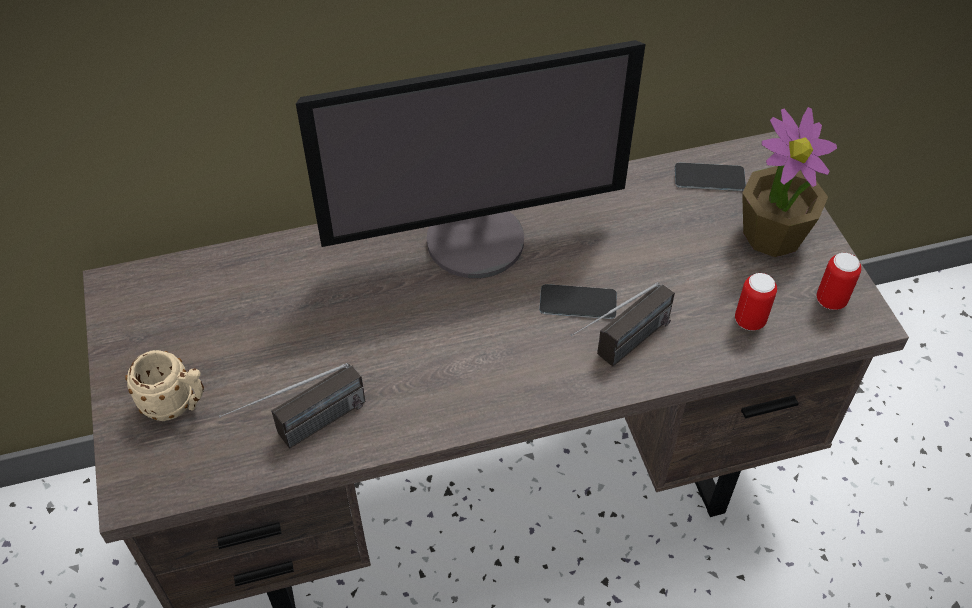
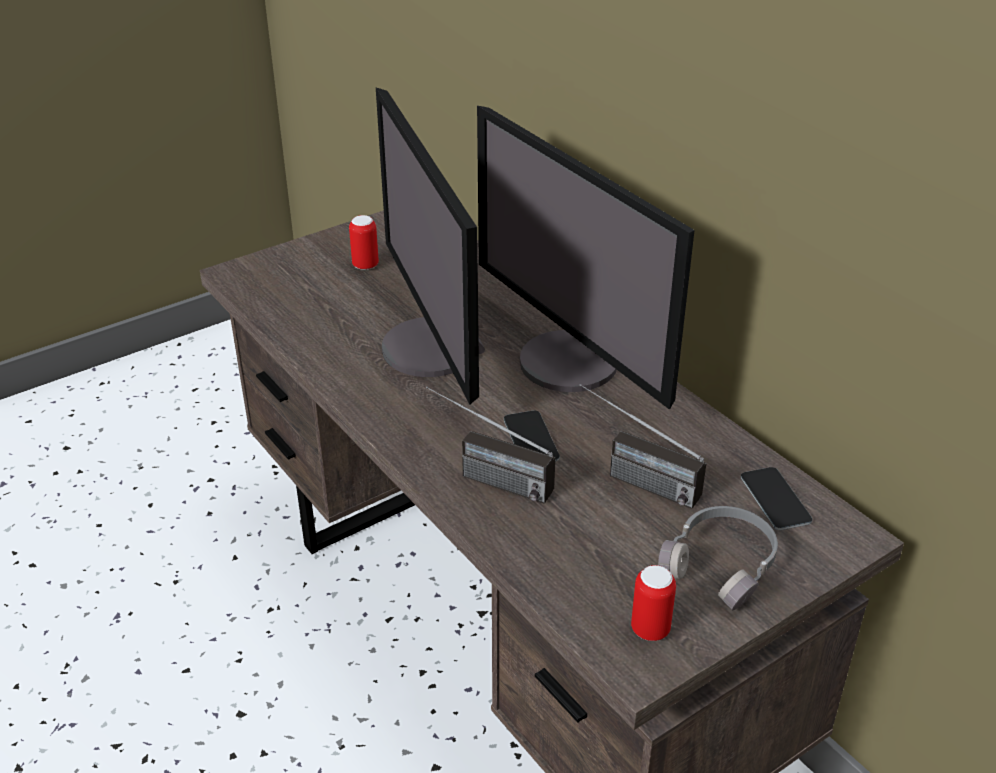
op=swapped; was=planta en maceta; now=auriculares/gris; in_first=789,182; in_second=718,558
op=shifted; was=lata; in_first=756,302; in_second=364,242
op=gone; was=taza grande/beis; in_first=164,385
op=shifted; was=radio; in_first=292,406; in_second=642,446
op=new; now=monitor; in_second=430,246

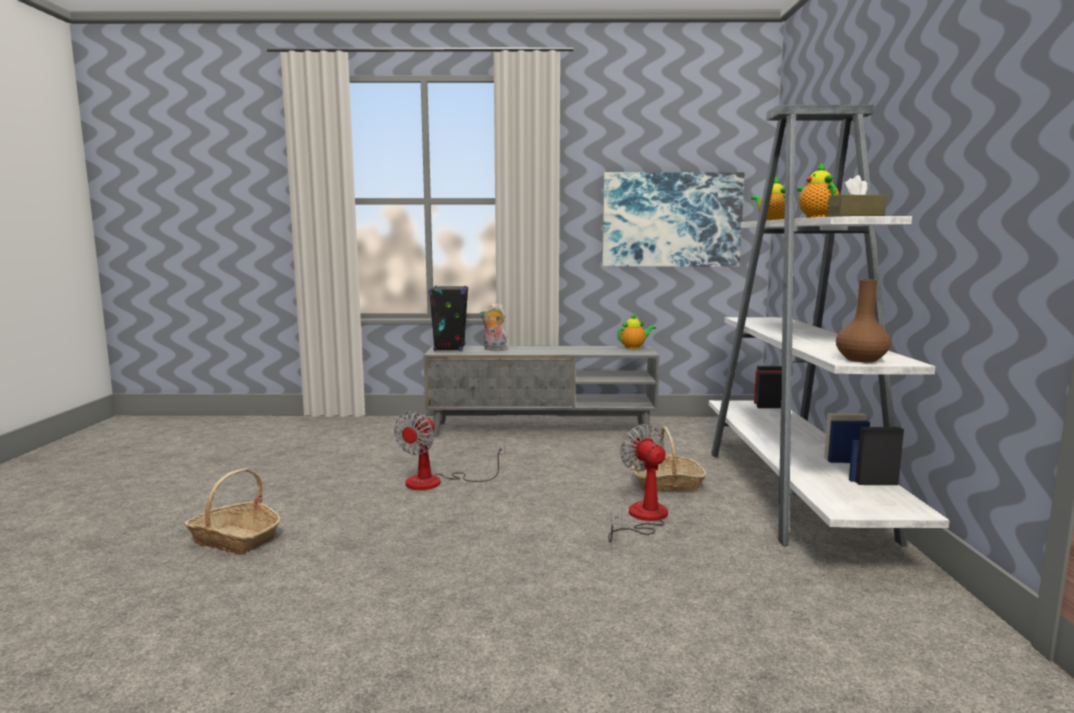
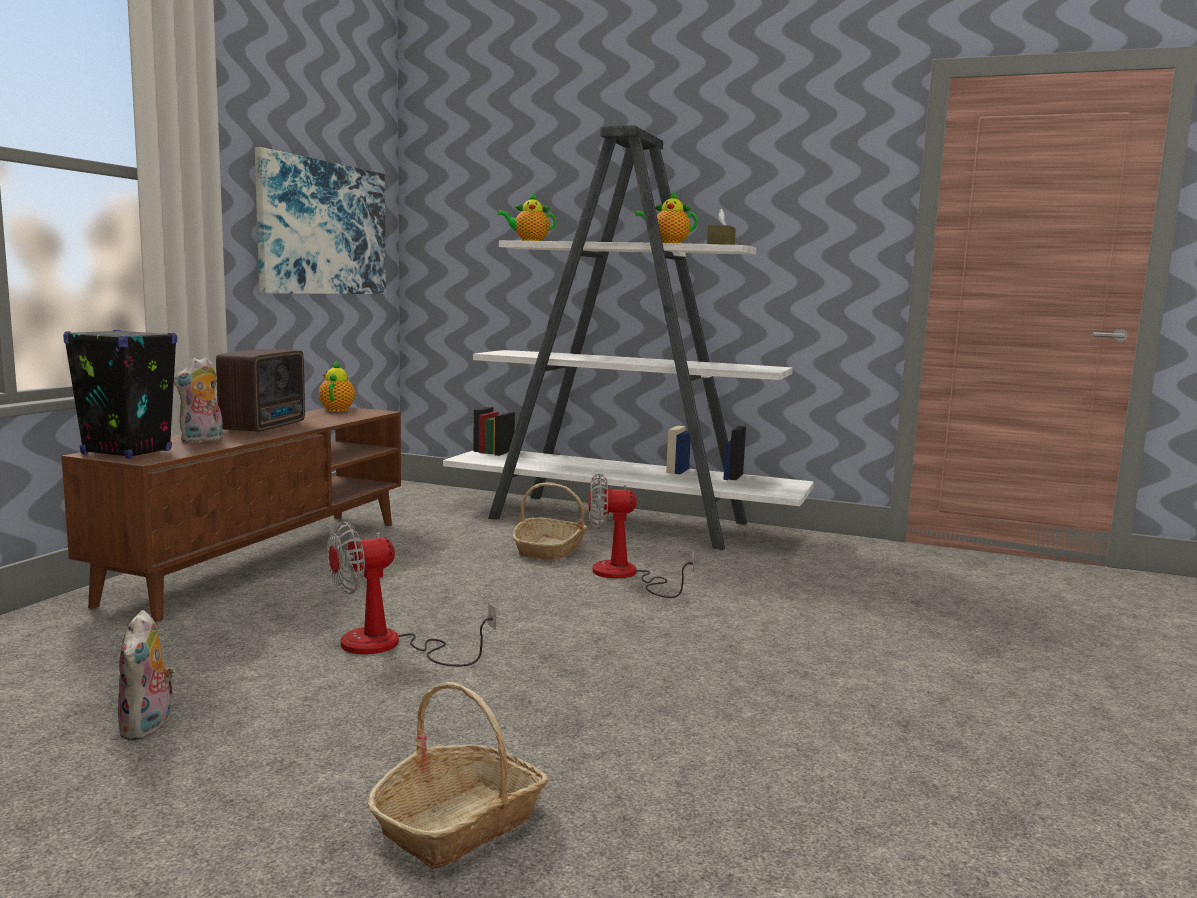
op=gone; was=florero/marrón; in_first=863,320
op=repainted; was=mueble de televisión/gris; now=mueble de televisión/marrón; in_first=542,391; in_second=231,514
op=rotated; was=ventilador; in_first=449,450; in_second=411,594; clockwise=105
op=new; now=radio; in_second=260,391
op=new; now=peluche; in_second=147,675

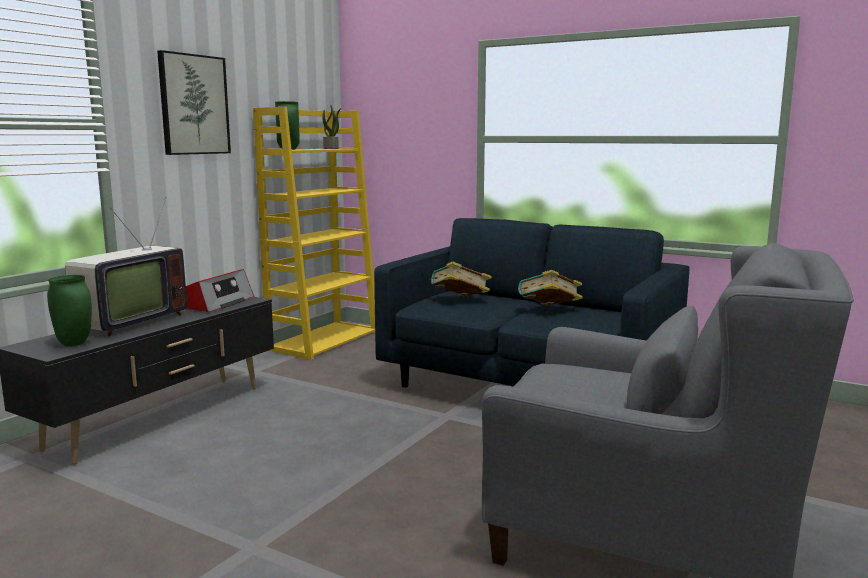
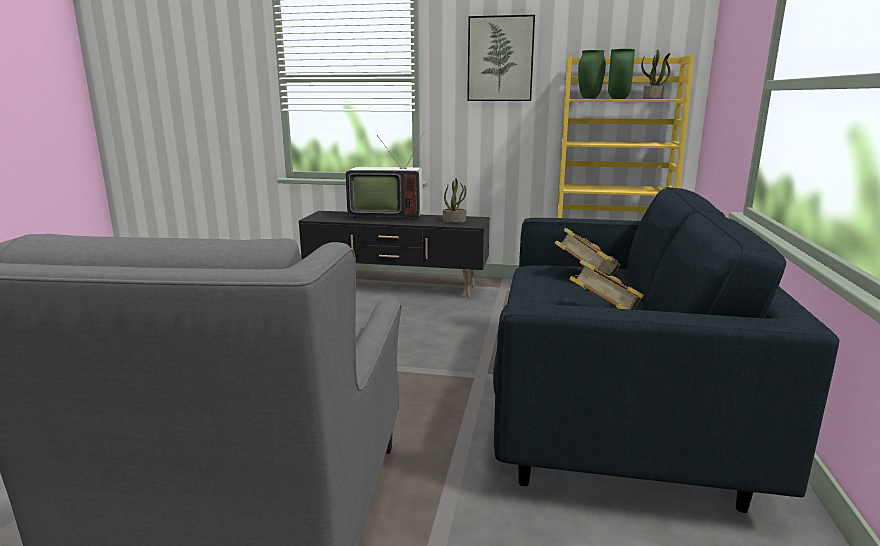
op=swapped; was=radio; now=planta en maceta; in_first=220,290; in_second=454,201
op=shifted; was=florero/verde; in_first=69,311; in_second=621,74

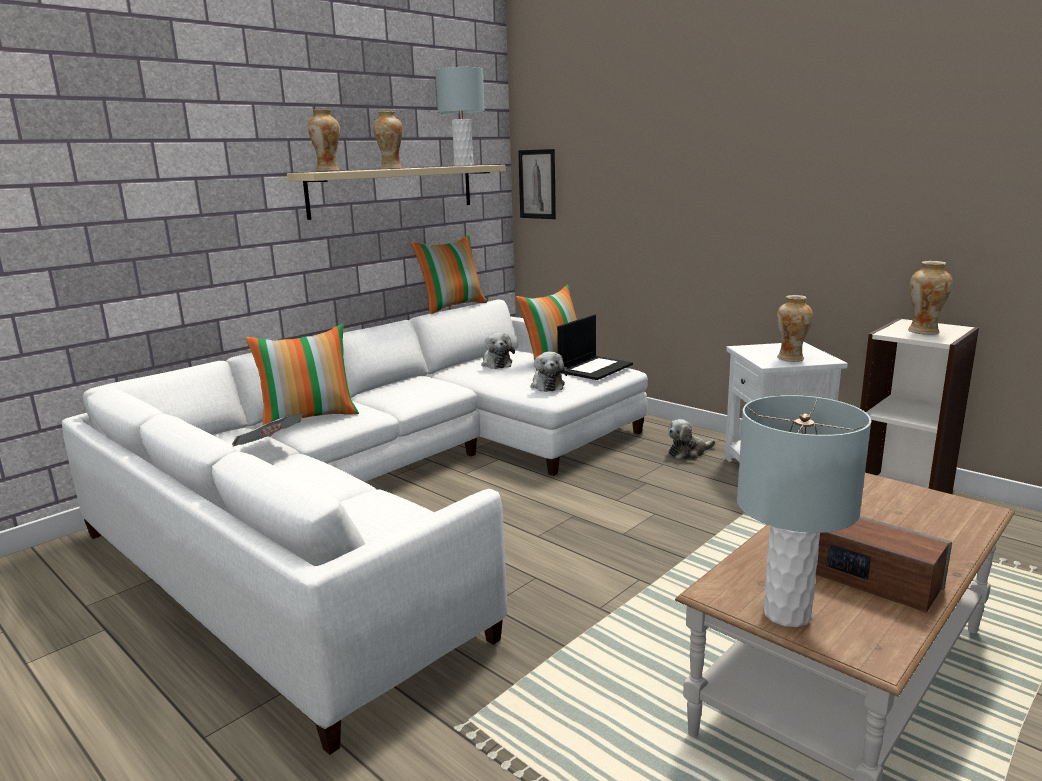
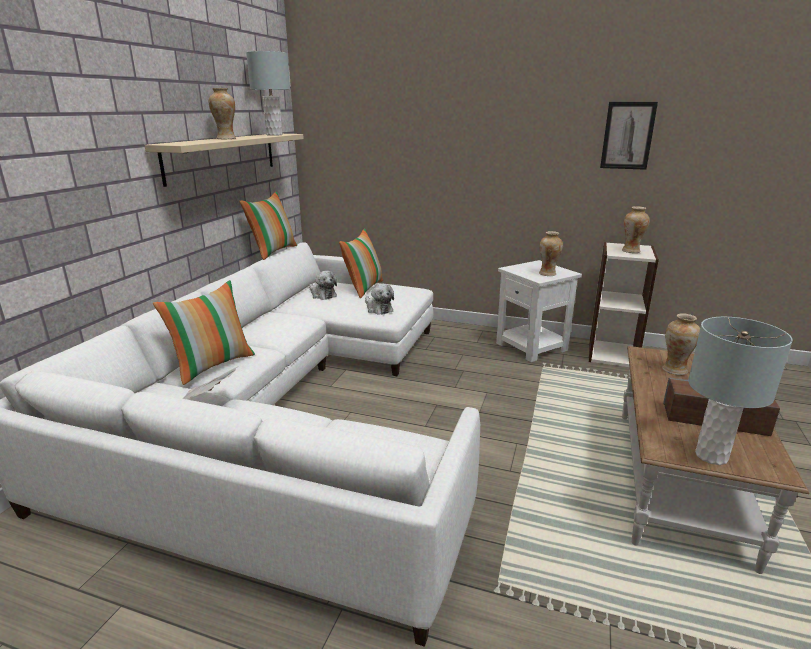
op=shifted; was=florero; in_first=324,140; in_second=681,344
op=shifted; was=cuadro; in_first=537,184; in_second=629,136
op=gone; was=portátil; in_first=595,347
op=gone; was=peluche; in_first=691,439

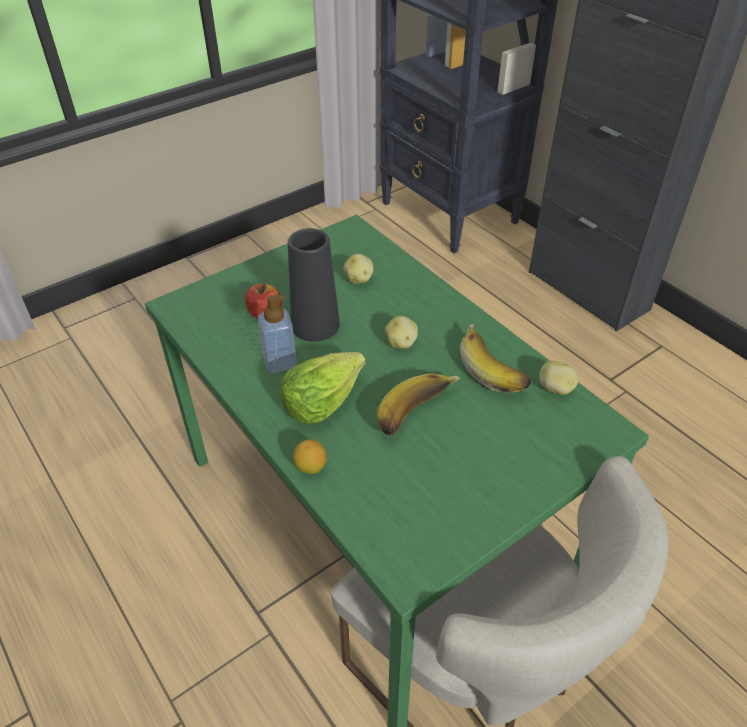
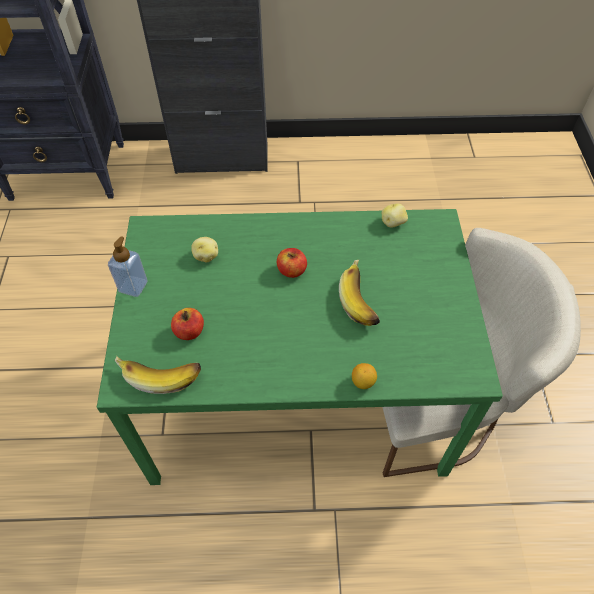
op=gone; was=florero/negro; in_first=314,285
op=shifted; was=dispensador de jabón; in_first=277,334; in_second=127,266
op=swapped; was=patata; now=manzana; in_first=401,332; in_second=292,263
op=shifted; was=plátano; in_first=495,358; in_second=158,375
op=gone; was=lechuga; in_first=323,388

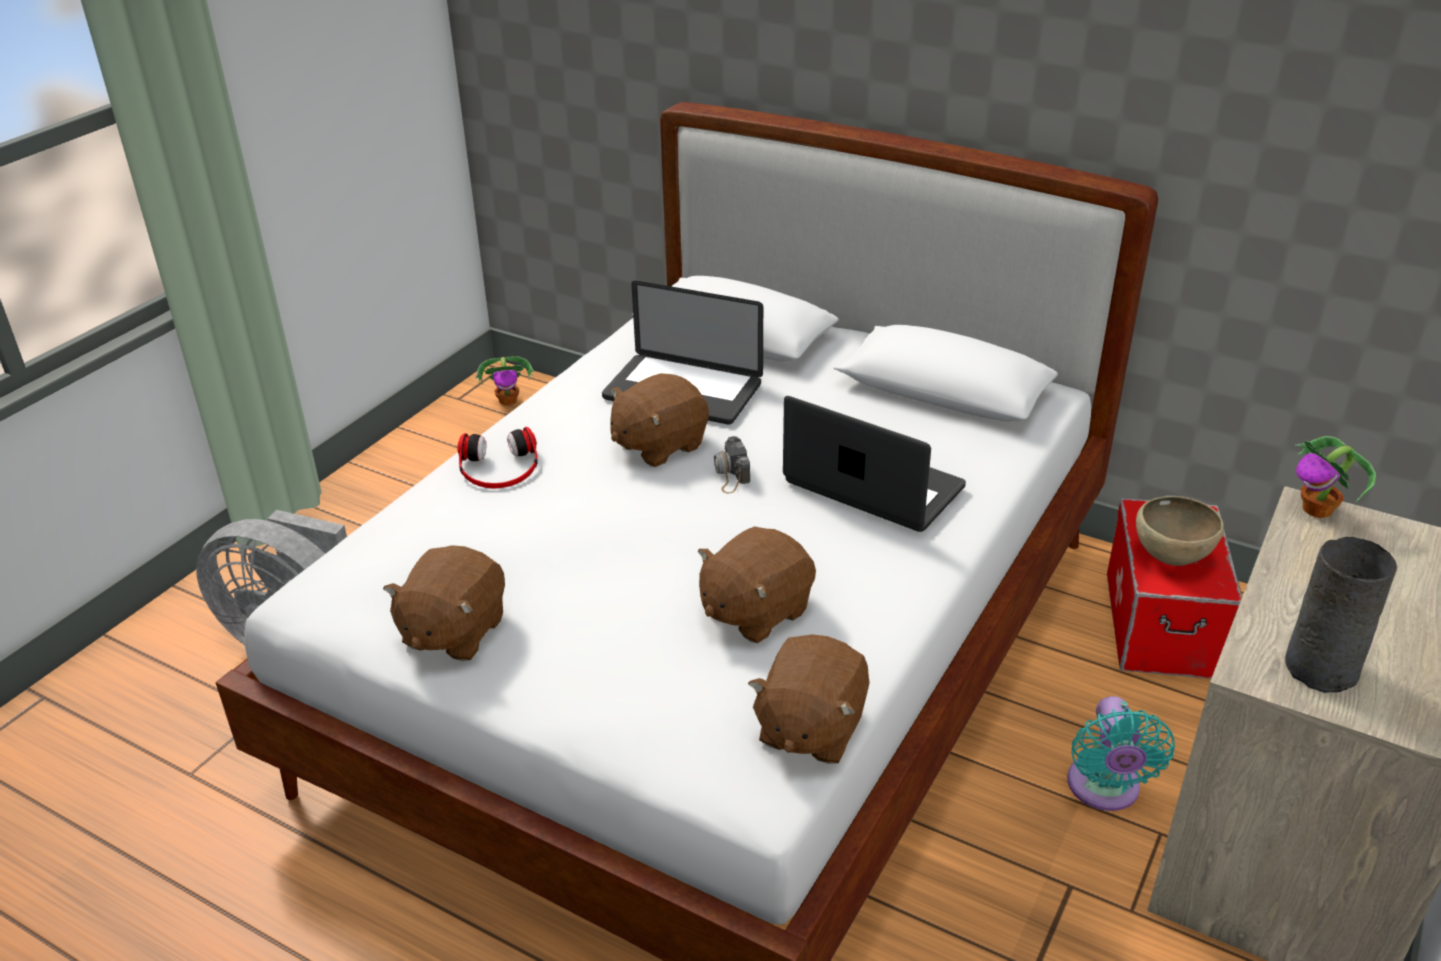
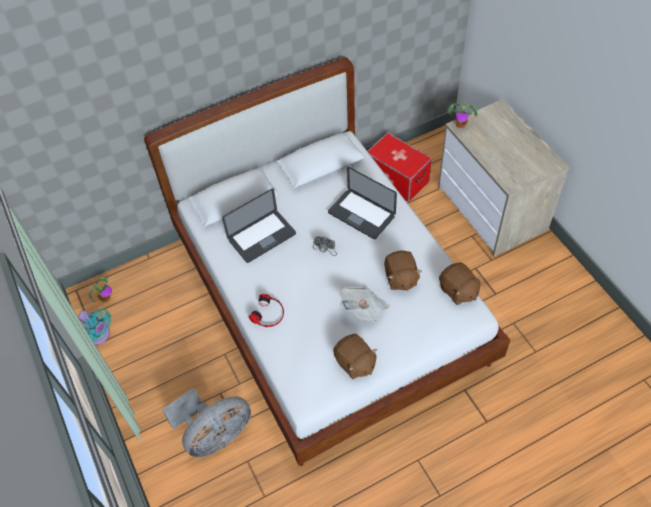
op=gone; was=peluche/marrón; in_first=659,420
op=rotated; was=portátil; in_first=874,464; in_second=362,203; clockwise=-120
op=gone; was=cuenco/marrón; in_first=1180,531
op=gone; was=florero/gris; in_first=1341,615
op=shifted; was=ventilador/turquesa; in_first=1121,753; in_second=95,327
op=new; now=periódico; in_second=364,304

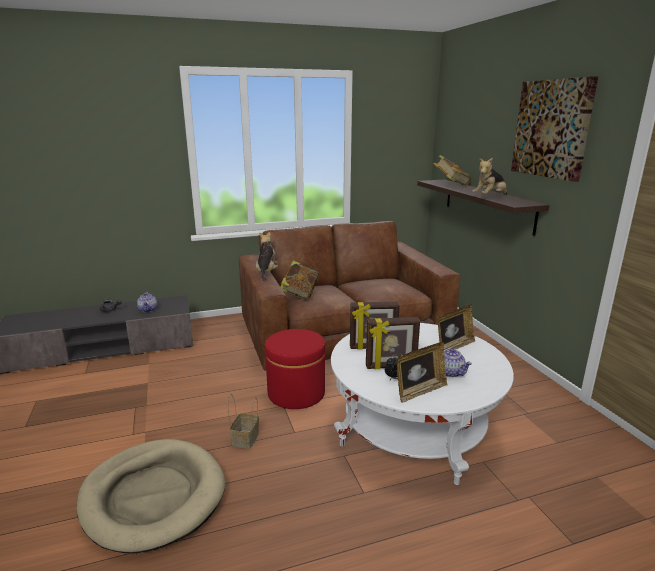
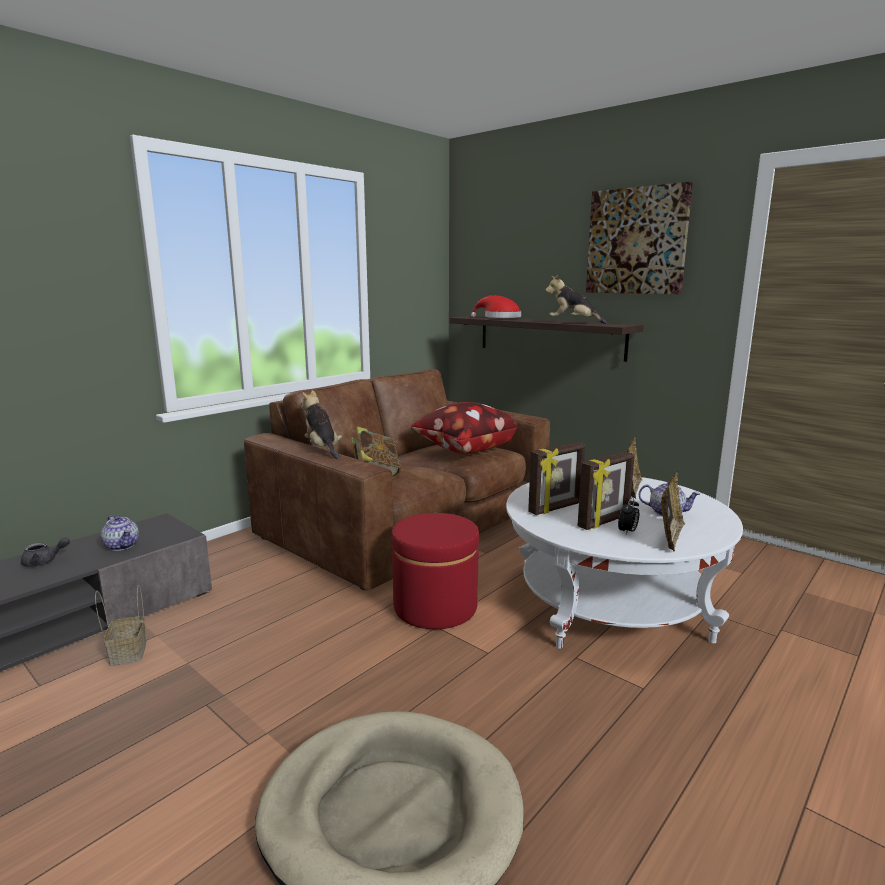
op=swapped; was=libro; now=sombrero/rojo; in_first=453,170; in_second=496,306
op=rotated; was=peluche; in_first=489,176; in_second=576,299; clockwise=90
op=shifted; was=cesta; in_first=243,421; in_second=120,625
op=new; now=cojín; in_second=464,428

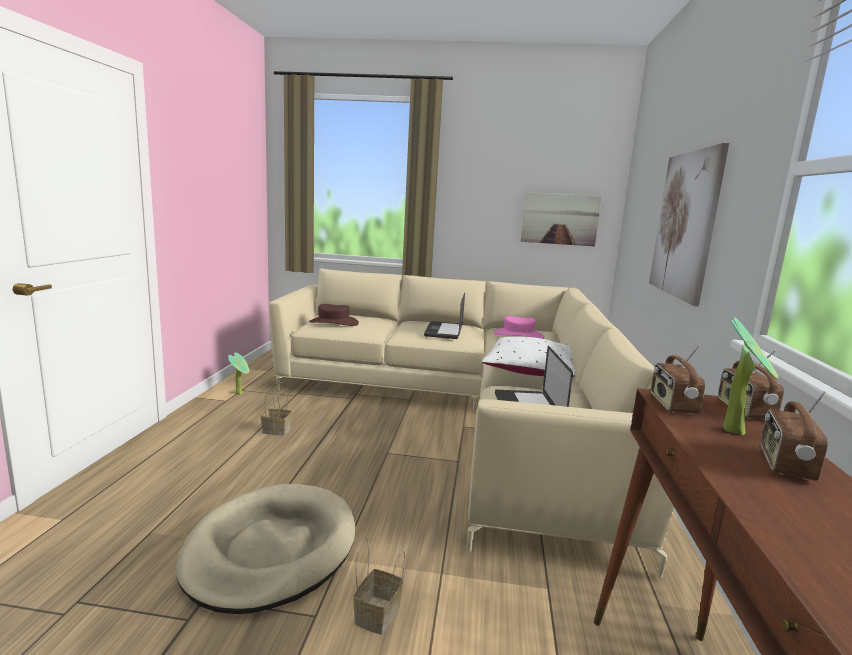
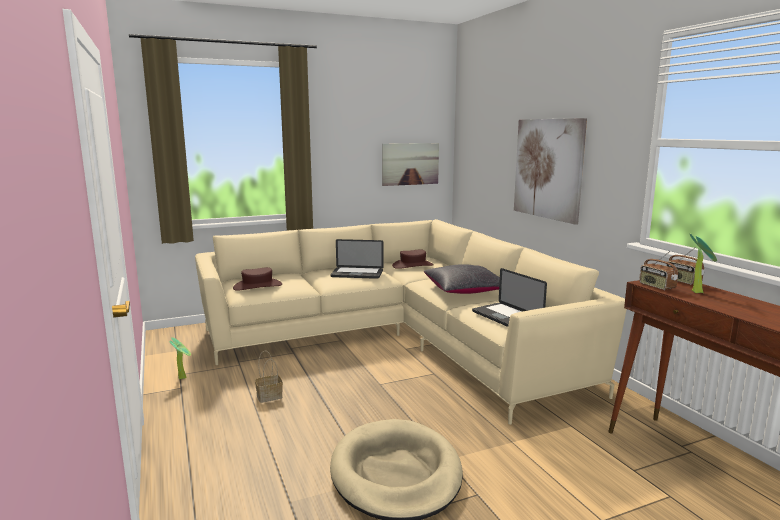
op=rotated; was=portátil; in_first=444,316; in_second=356,259; clockwise=-60
op=repainted; was=sombrero/rosa; now=sombrero/marrón; in_first=519,327; in_second=413,259
op=repainted; was=cojín/blanco; now=cojín/negro; in_first=529,357; in_second=462,279
op=gone; was=radio; in_first=794,436
op=gone; was=cesta; in_first=379,585

